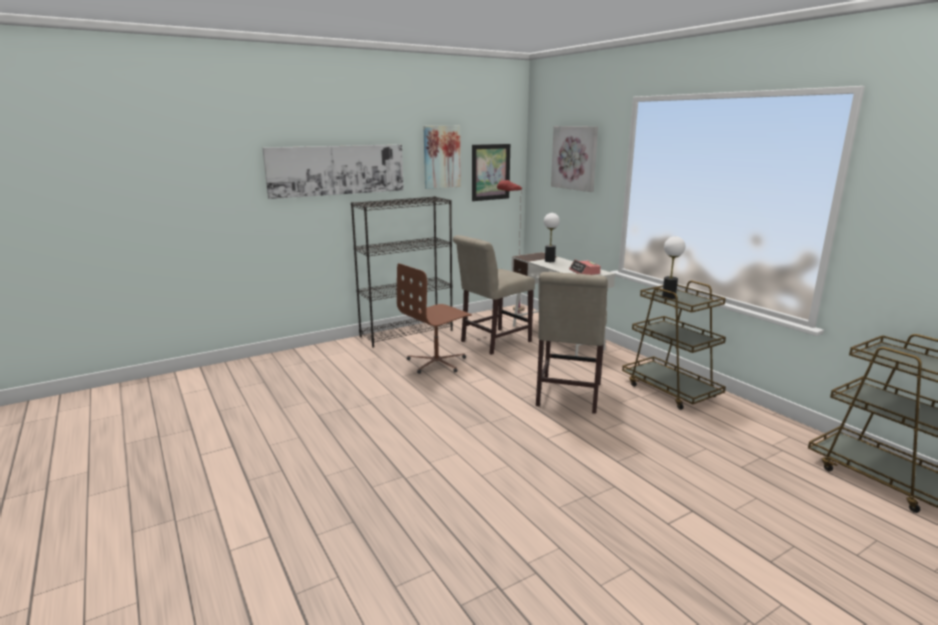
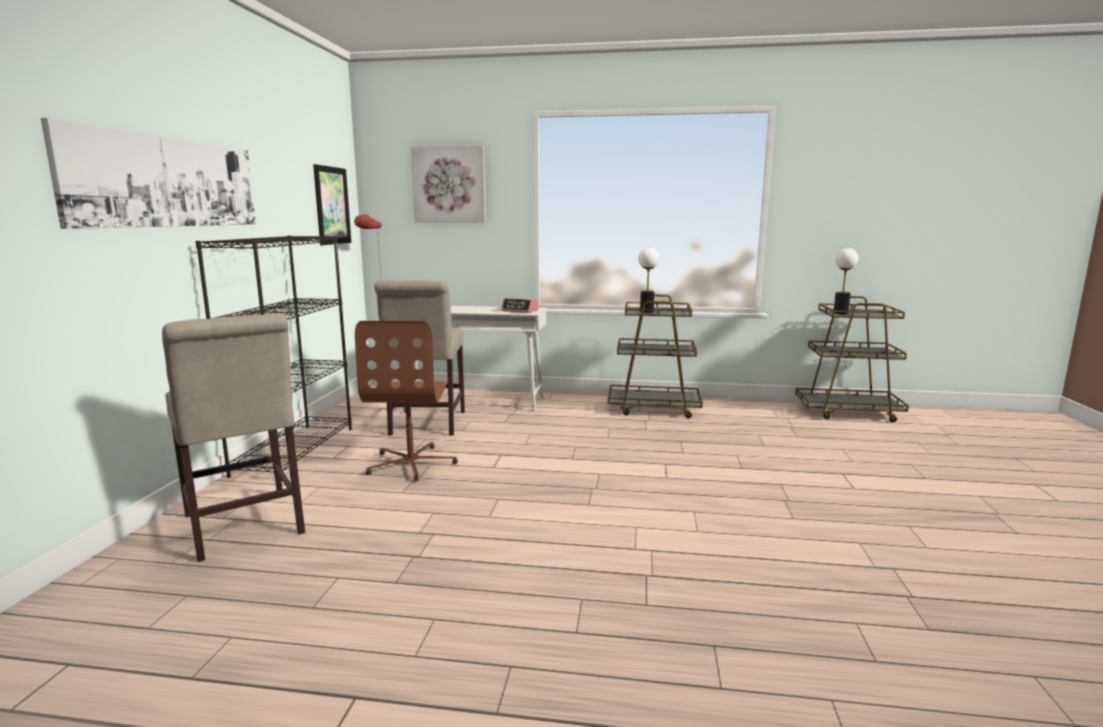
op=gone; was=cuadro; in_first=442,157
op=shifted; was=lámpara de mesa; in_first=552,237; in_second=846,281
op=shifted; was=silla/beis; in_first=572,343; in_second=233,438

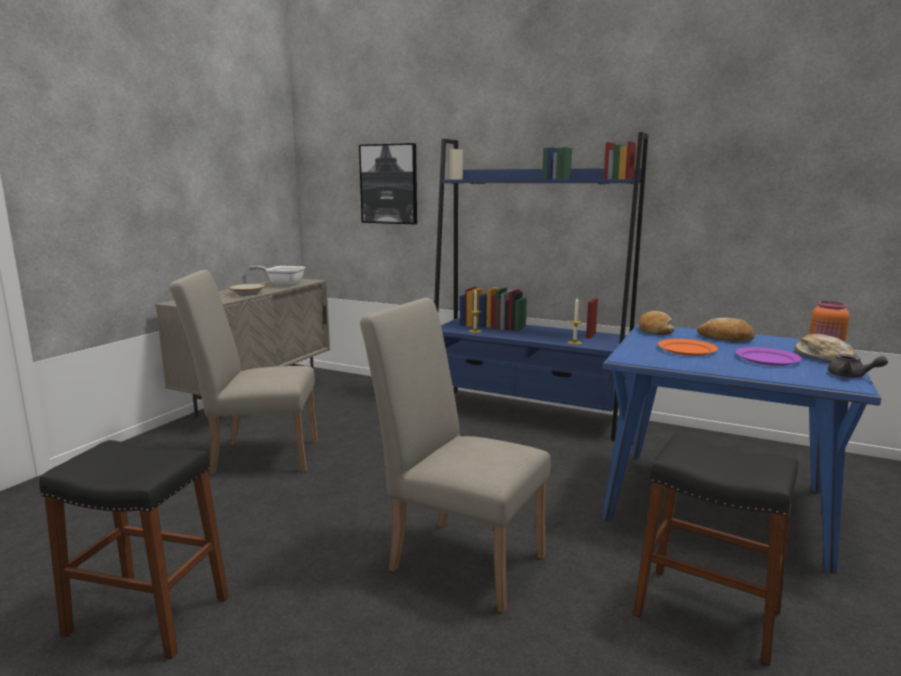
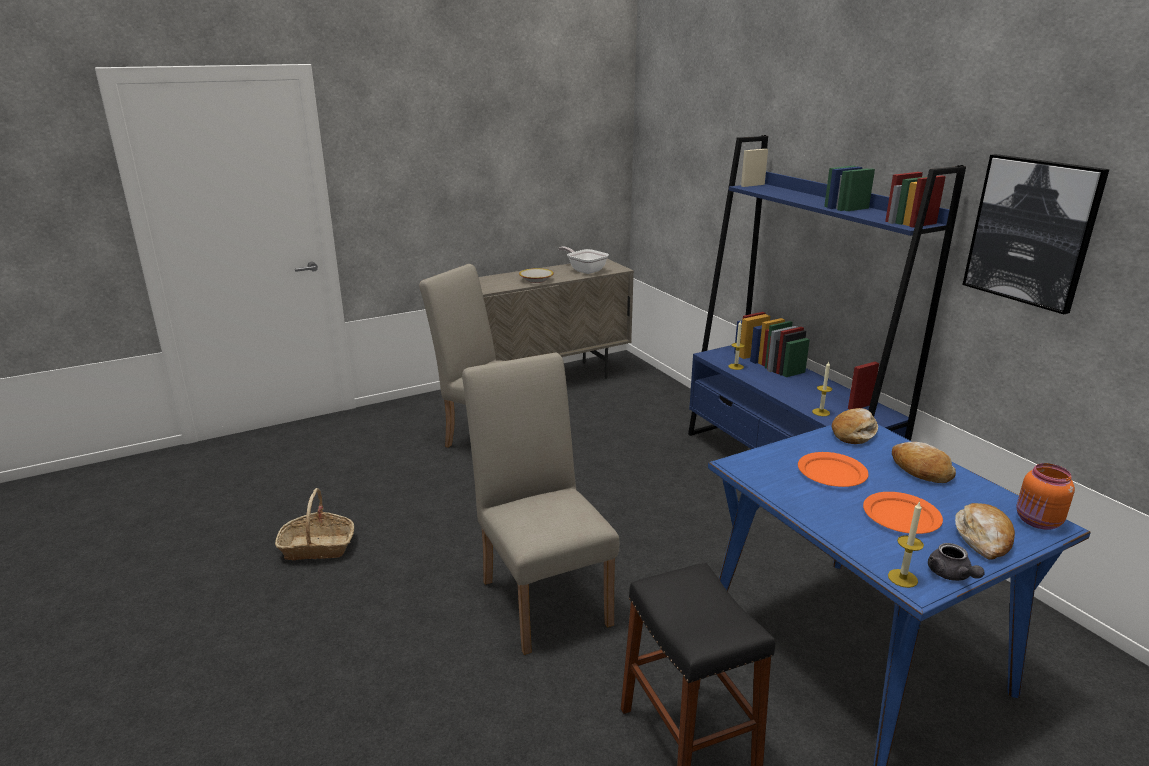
op=shifted; was=cuadro; in_first=388,183; in_second=1036,234
op=repainted; was=plato/morado; now=plato/naranja; in_first=768,356; in_second=903,513
op=swapped; was=taburete/negro; now=cesta; in_first=134,549; in_second=314,524
op=new; now=vela; in_second=906,544

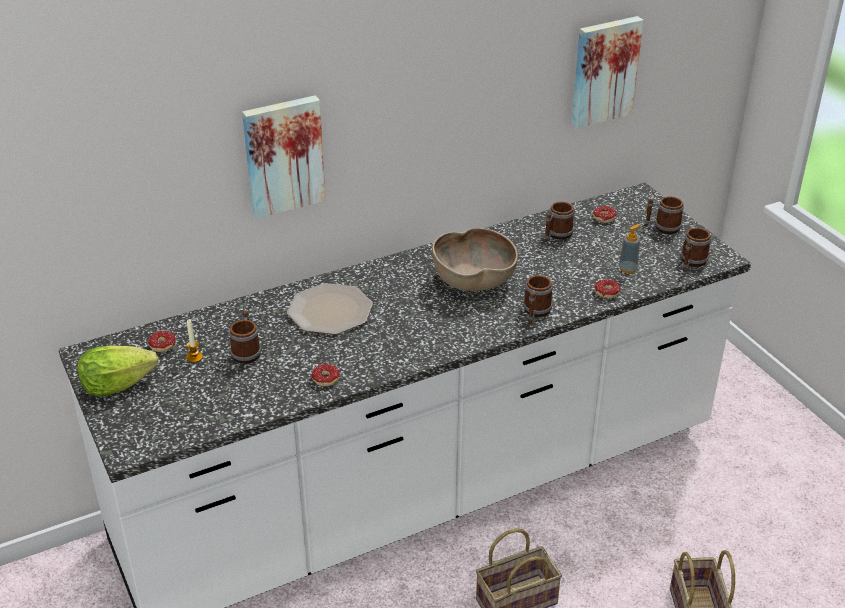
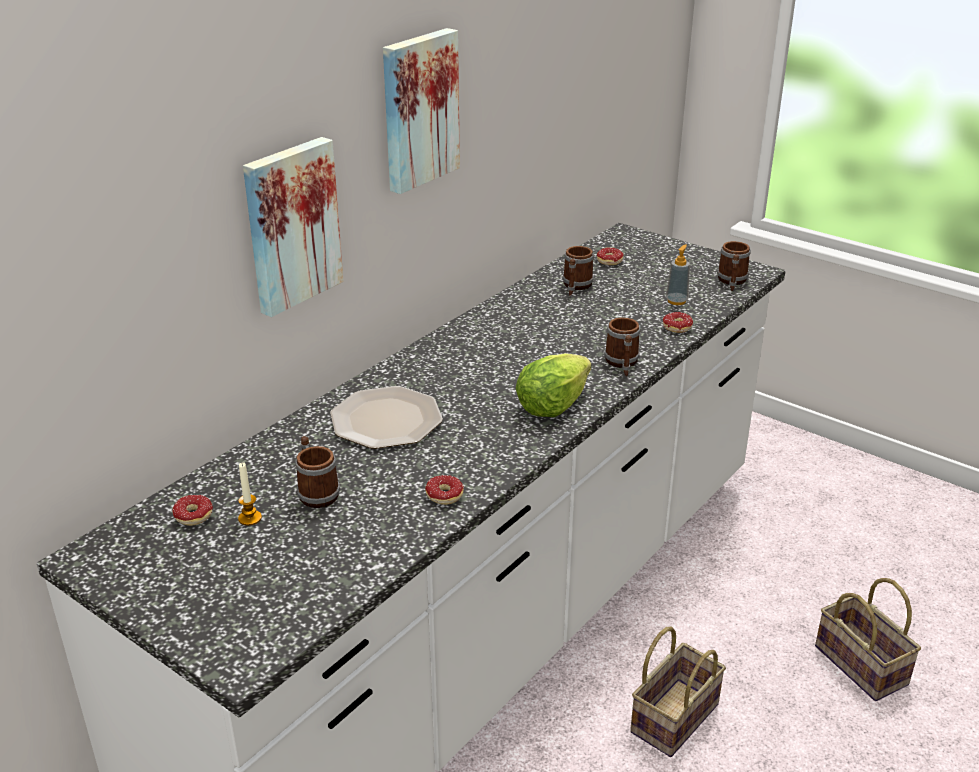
op=shifted; was=cuadro; in_first=607,72; in_second=421,111
op=gone; was=taza grande; in_first=664,215
op=gone; was=cuenco/marrón; in_first=475,259
op=shifted; was=lechuga; in_first=117,371; in_second=553,385

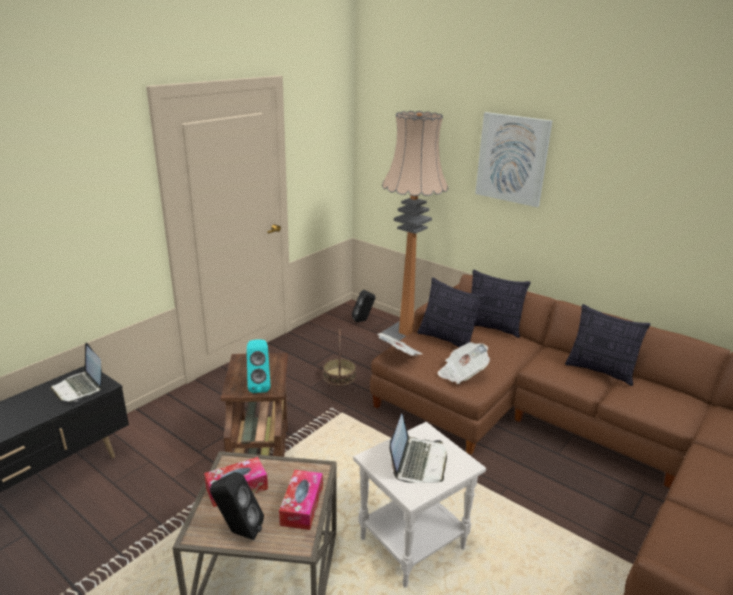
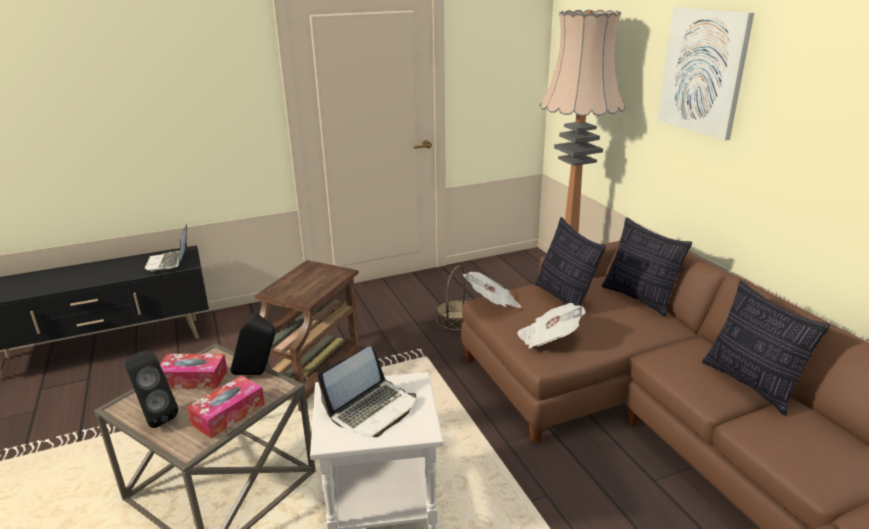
op=shifted; was=altavoz/negro; in_first=363,306; in_second=253,343
op=gone; was=altavoz/turquesa; in_first=259,366

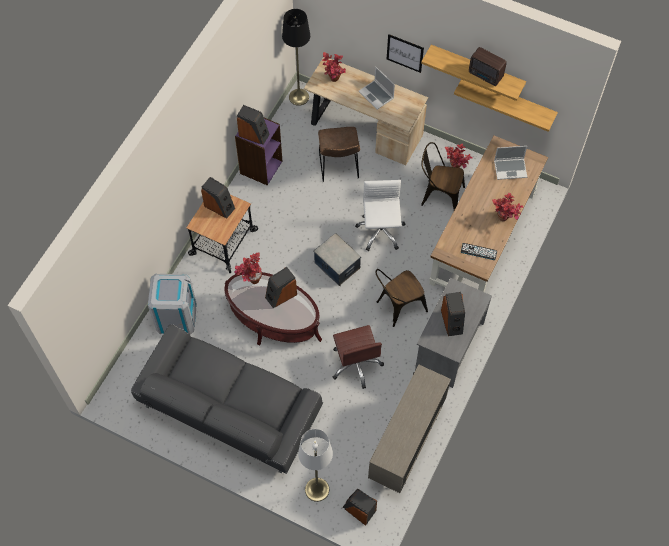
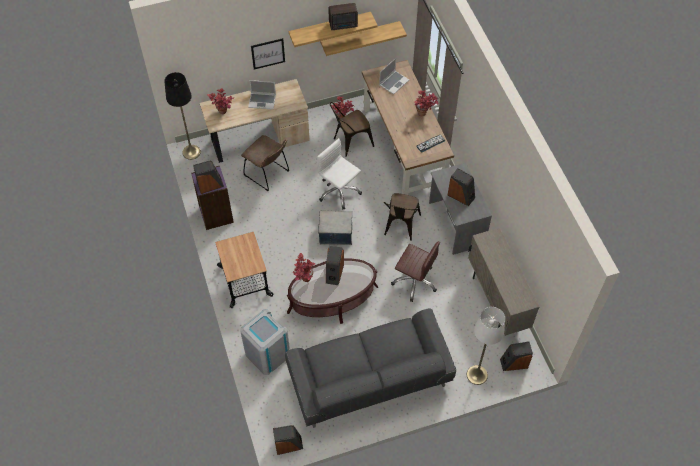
op=shifted; was=altavoz; in_first=218,197; in_second=288,440

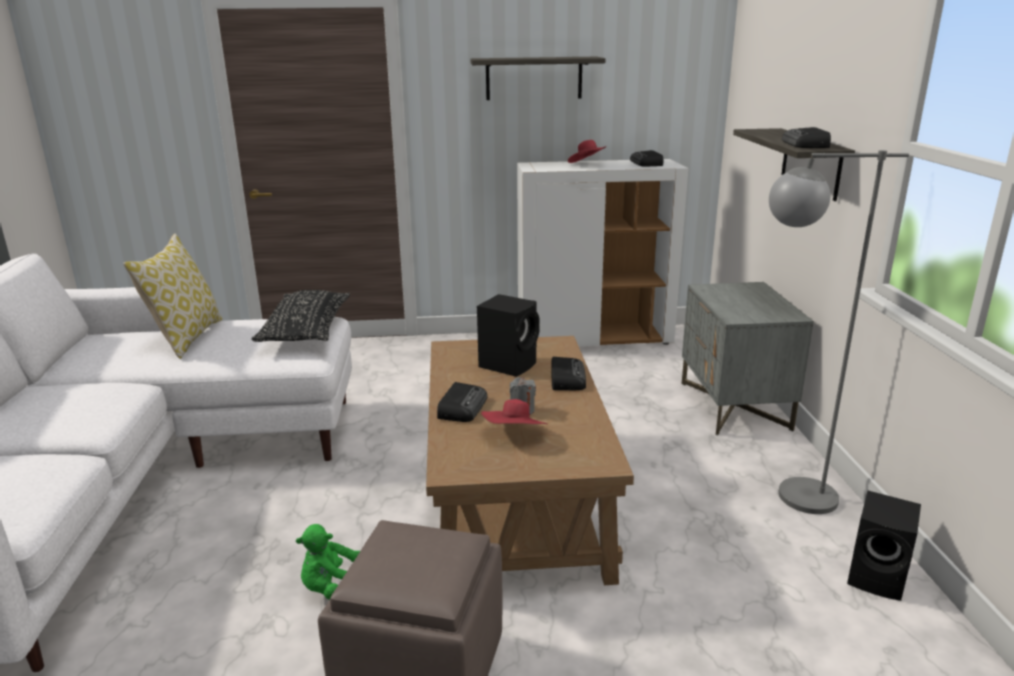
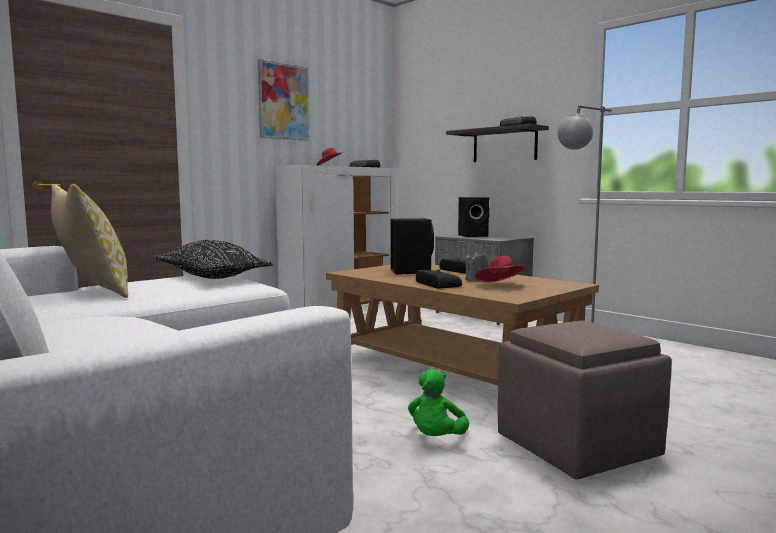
op=swapped; was=estante; now=cuadro; in_first=538,78; in_second=283,100
op=shifted; was=altavoz/negro; in_first=884,546; in_second=474,217

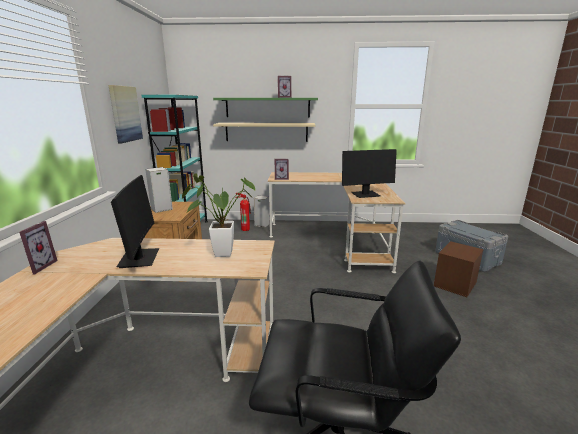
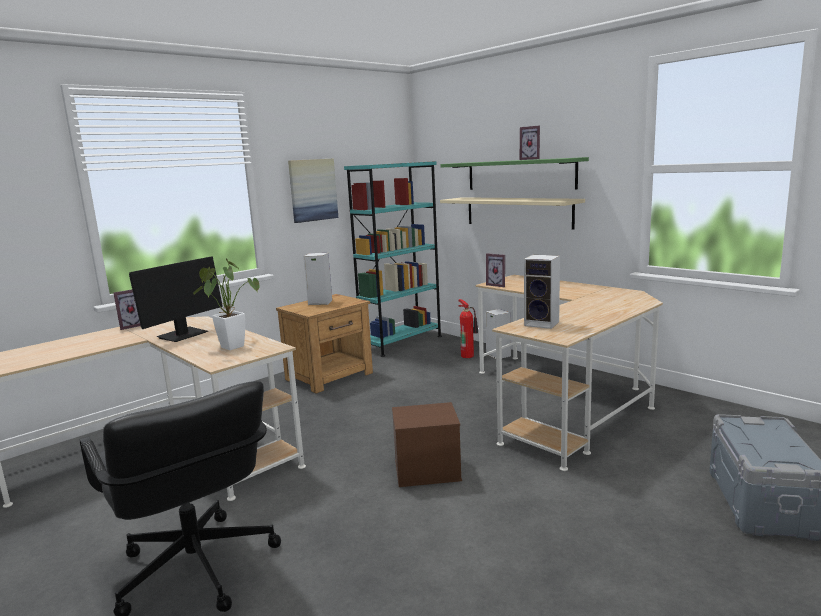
op=swapped; was=monitor; now=altavoz; in_first=369,173; in_second=542,292
op=shifted; was=caja de almacenaje/marrón; in_first=459,269; in_second=427,444

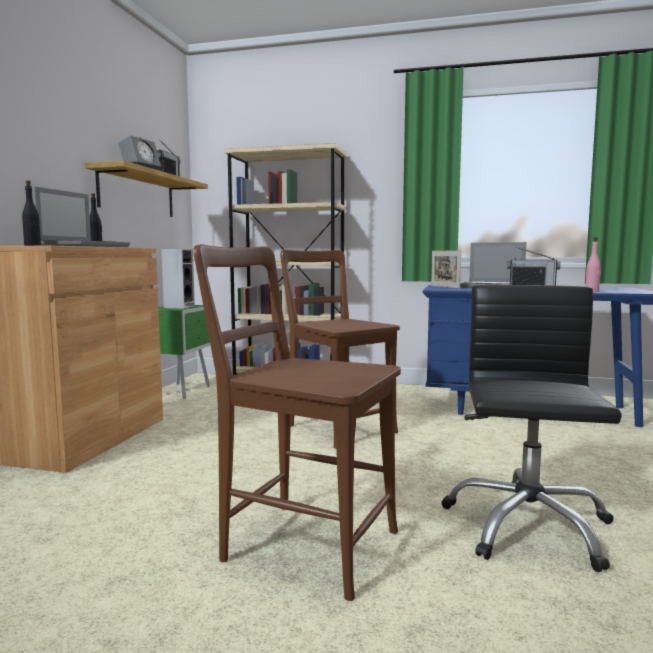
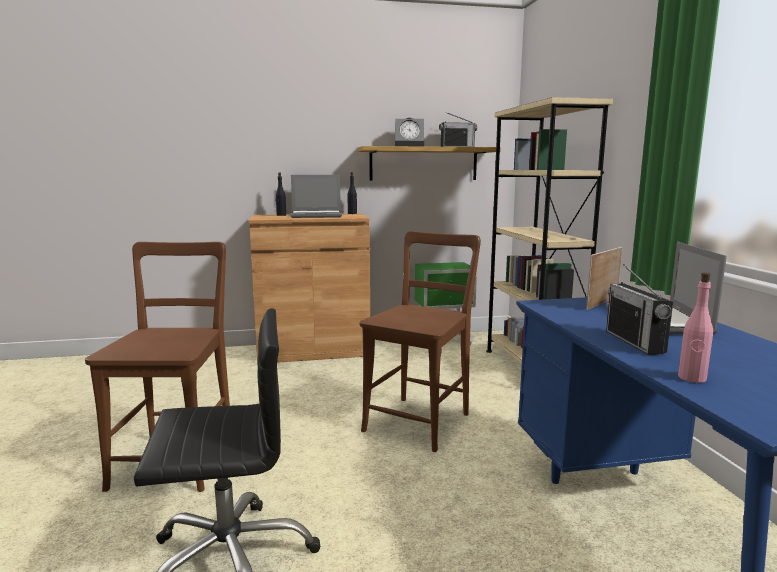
op=gone; was=altavoz; in_first=178,278

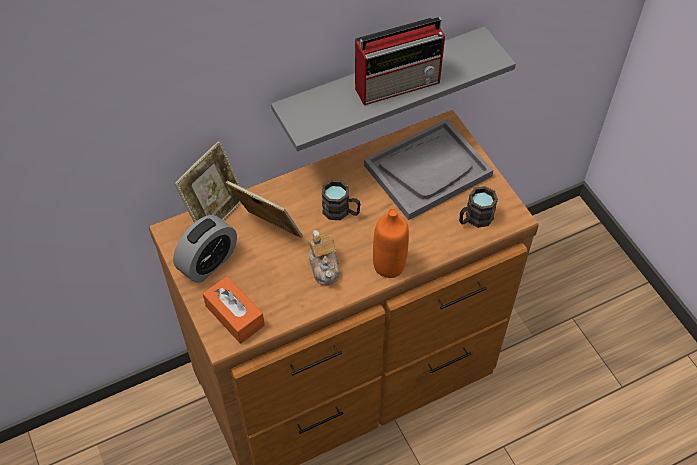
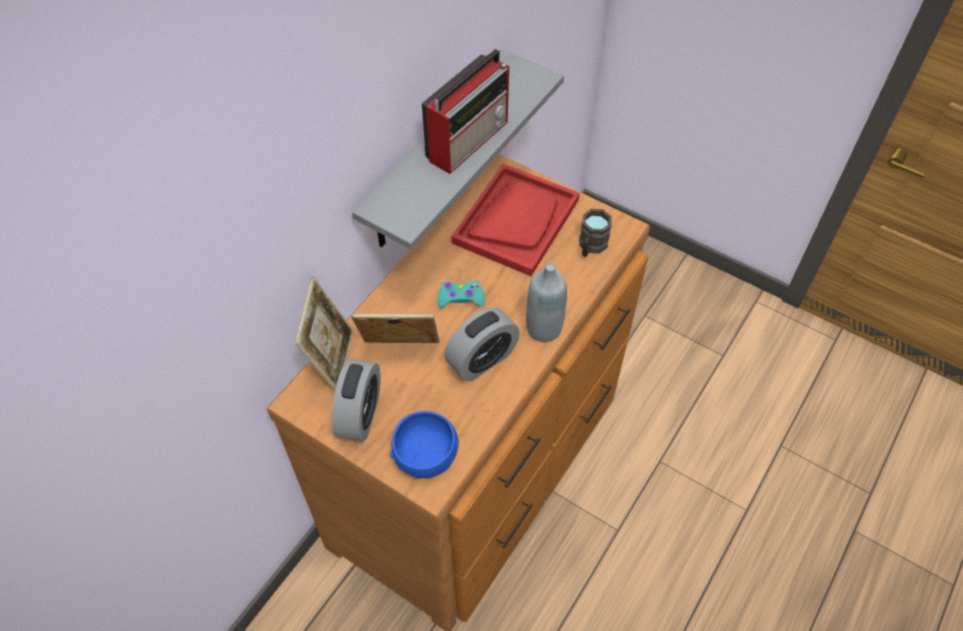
op=repainted; was=bandeja/gris; now=bandeja/rojo; in_first=428,169; in_second=515,220
op=swapped; was=taza grande/marrón; now=mando de consola/turquesa; in_first=341,200; in_second=461,294
op=repainted; was=botella/naranja; now=botella/gris; in_first=391,243; in_second=546,302
op=swapped; was=tetera; now=despertador; in_first=324,257; in_second=482,344
op=swapped; was=caja de pañuelos/naranja; now=cuenco/azul; in_first=234,310; in_second=424,444

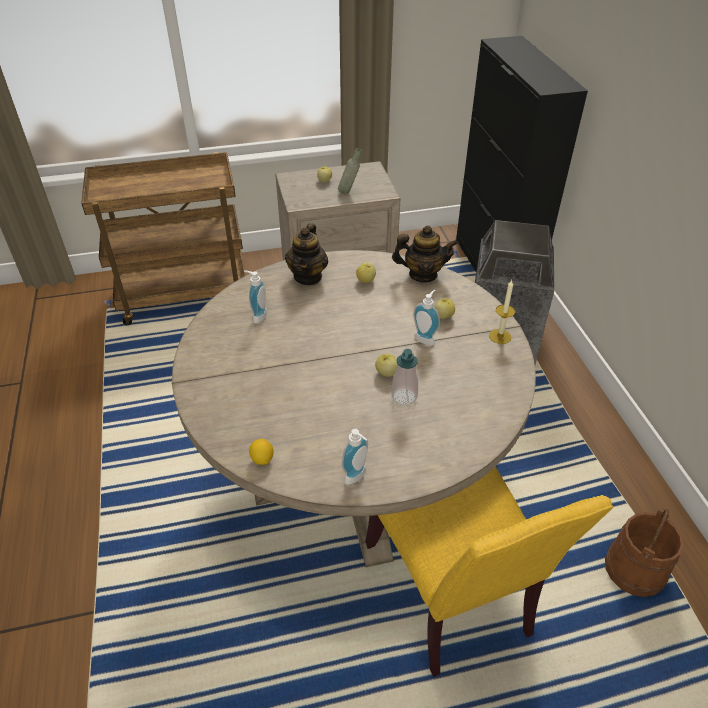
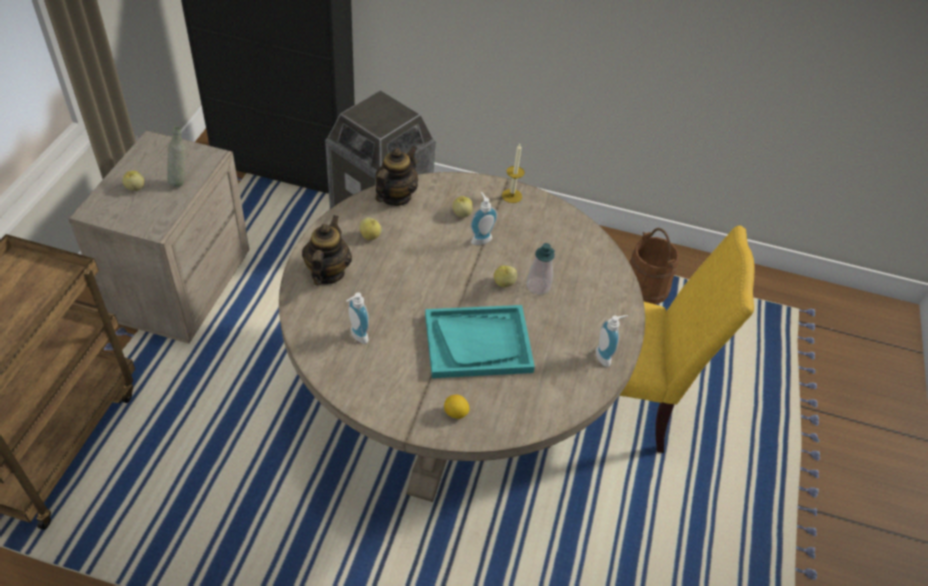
op=rotated; was=tetera; in_first=306,254; in_second=327,250; clockwise=-120
op=shifted; was=limón; in_first=261,452; in_second=457,407
op=new; now=bandeja/turquesa; in_second=480,341

